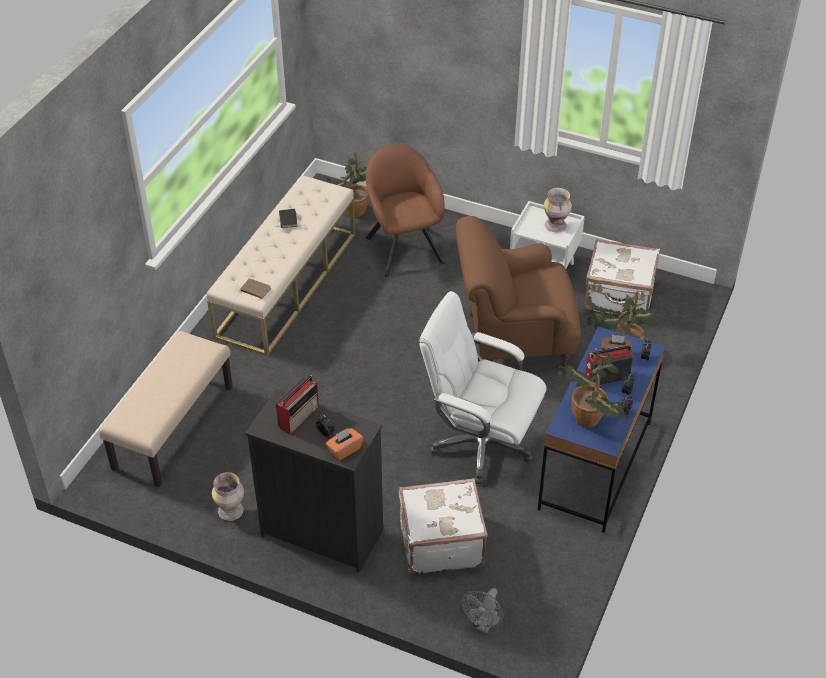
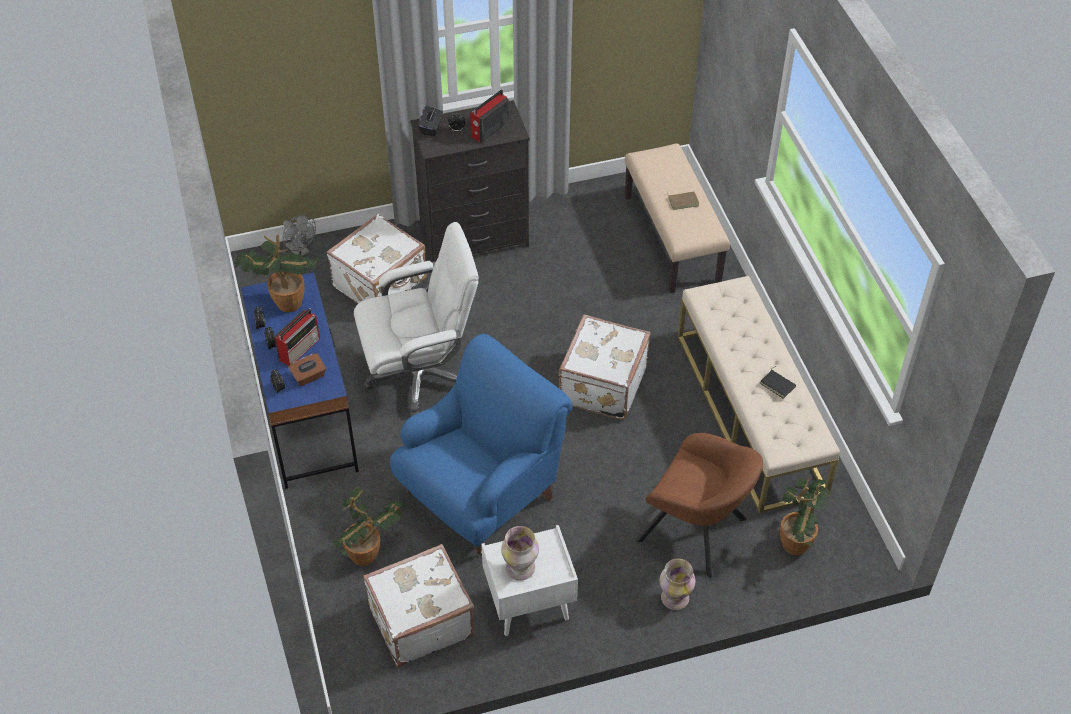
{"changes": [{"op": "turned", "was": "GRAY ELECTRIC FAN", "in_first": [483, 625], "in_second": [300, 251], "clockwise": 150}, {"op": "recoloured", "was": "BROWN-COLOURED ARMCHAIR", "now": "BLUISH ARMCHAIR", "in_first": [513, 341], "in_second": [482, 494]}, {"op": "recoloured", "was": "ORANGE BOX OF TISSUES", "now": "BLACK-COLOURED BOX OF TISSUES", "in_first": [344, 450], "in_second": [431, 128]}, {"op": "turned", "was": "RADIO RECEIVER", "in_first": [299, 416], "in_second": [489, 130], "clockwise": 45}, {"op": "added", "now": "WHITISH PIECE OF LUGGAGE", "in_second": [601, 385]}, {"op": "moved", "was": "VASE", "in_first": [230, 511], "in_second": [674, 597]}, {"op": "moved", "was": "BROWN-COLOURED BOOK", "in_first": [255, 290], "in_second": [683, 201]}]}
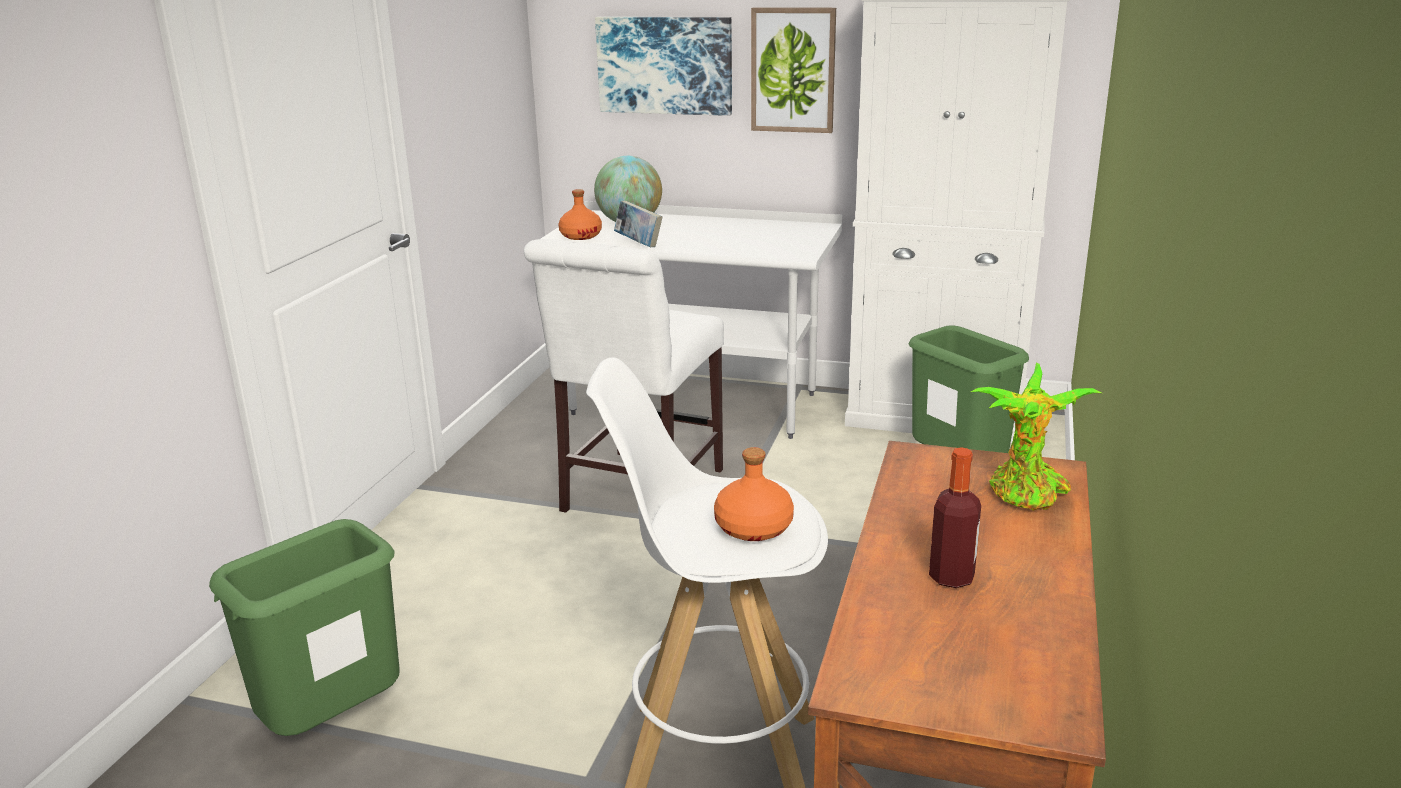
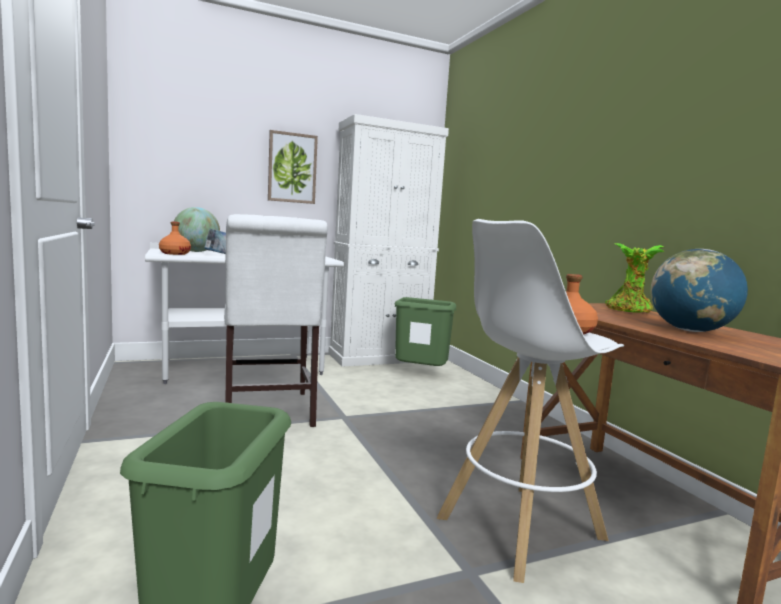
{"changes": [{"op": "replaced", "was": "BEVERAGE BOTTLE", "now": "GLOBE", "in_first": [951, 577], "in_second": [690, 331]}, {"op": "removed", "was": "WALL PICTURE", "in_first": [665, 65]}]}
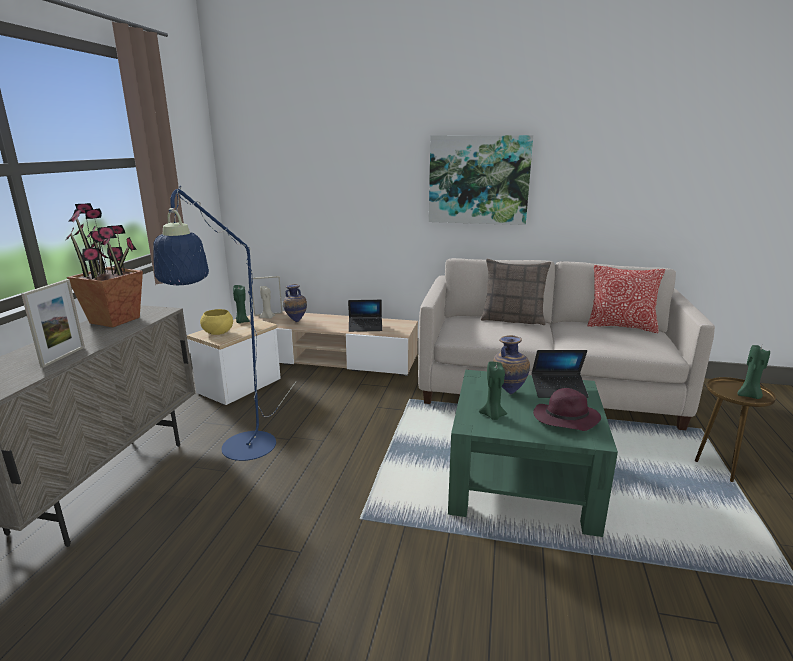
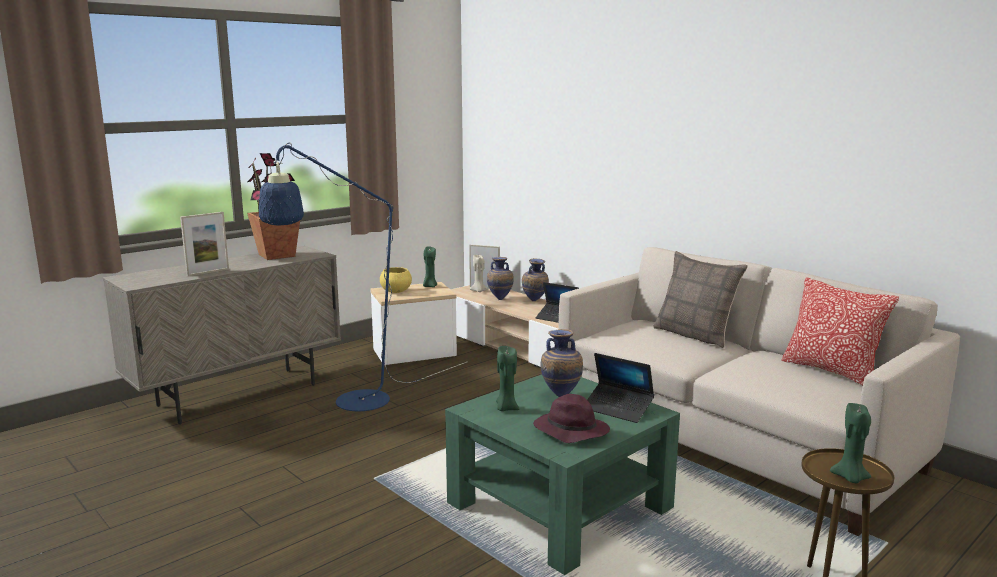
{"changes": [{"op": "added", "now": "VASE", "in_second": [534, 301]}, {"op": "removed", "was": "WALL PICTURE", "in_first": [478, 180]}]}
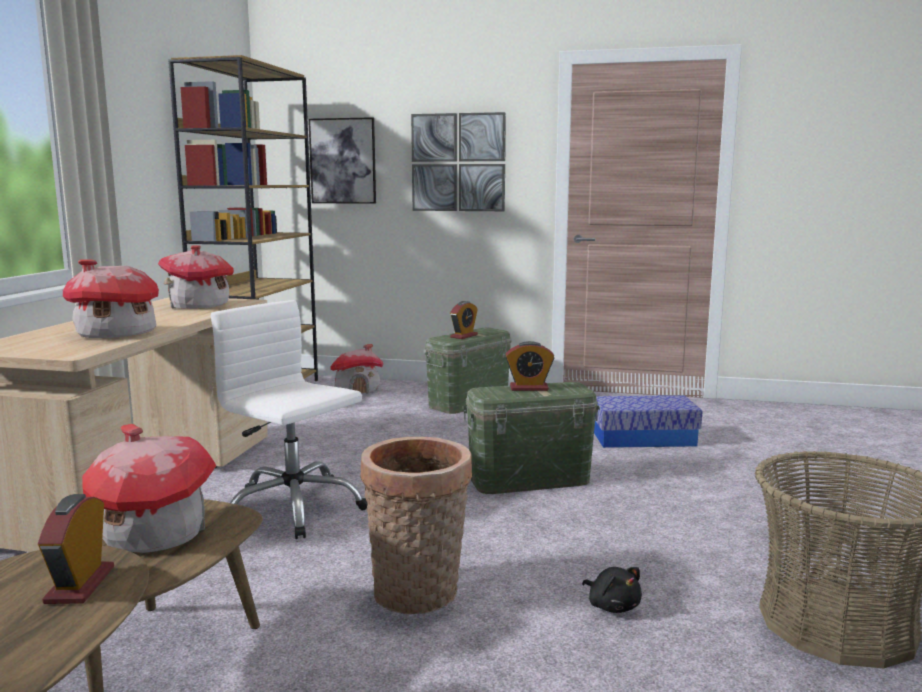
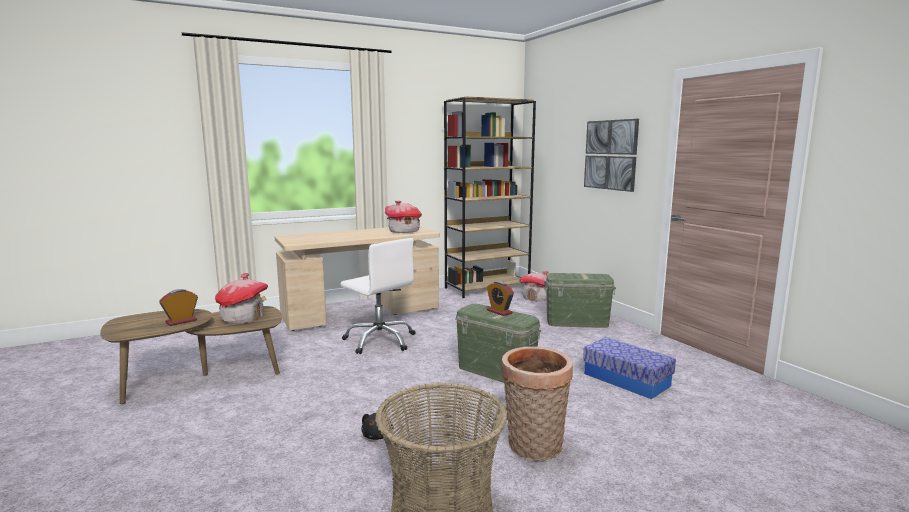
{"changes": [{"op": "turned", "was": "WHITISH COMPUTER CHAIR", "in_first": [293, 508], "in_second": [380, 340], "clockwise": 135}, {"op": "moved", "was": "BASKET", "in_first": [418, 595], "in_second": [533, 448]}, {"op": "removed", "was": "MINIATURE HOUSE", "in_first": [116, 334]}, {"op": "removed", "was": "WALL PICTURE", "in_first": [343, 161]}, {"op": "removed", "was": "ALARM CLOCK", "in_first": [464, 336]}]}
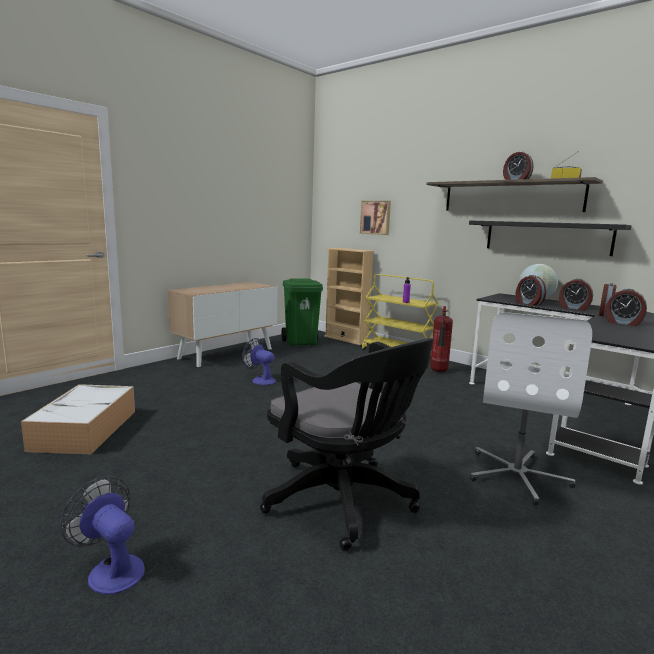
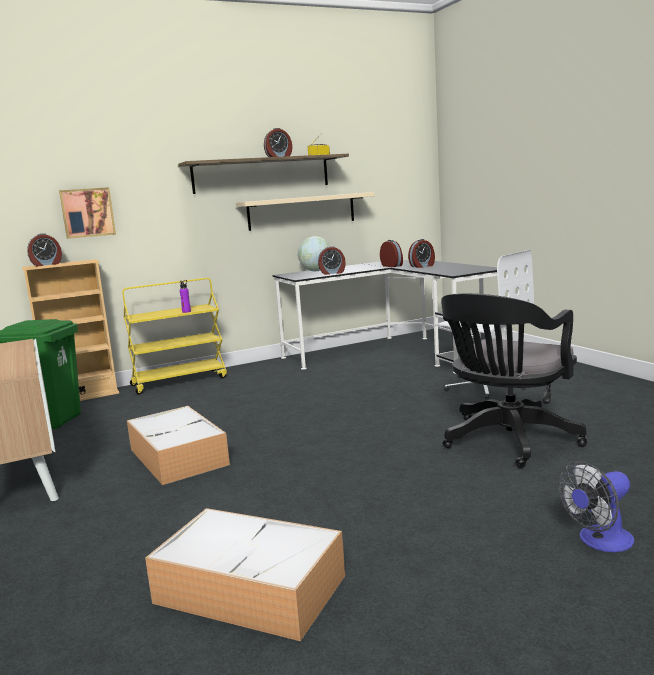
{"changes": [{"op": "moved", "was": "ALARM CLOCK", "in_first": [573, 308], "in_second": [46, 264]}, {"op": "replaced", "was": "ELECTRIC FAN", "now": "STORAGE BIN", "in_first": [260, 380], "in_second": [179, 457]}, {"op": "recoloured", "was": "BLACK-COLOURED BRACKET SHELF", "now": "BEIGE BRACKET SHELF", "in_first": [546, 237], "in_second": [302, 211]}, {"op": "turned", "was": "BLACK-COLOURED COMPUTER CHAIR", "in_first": [345, 502], "in_second": [507, 442], "clockwise": 150}, {"op": "removed", "was": "FIRE EXTINGUISHER", "in_first": [439, 372]}]}
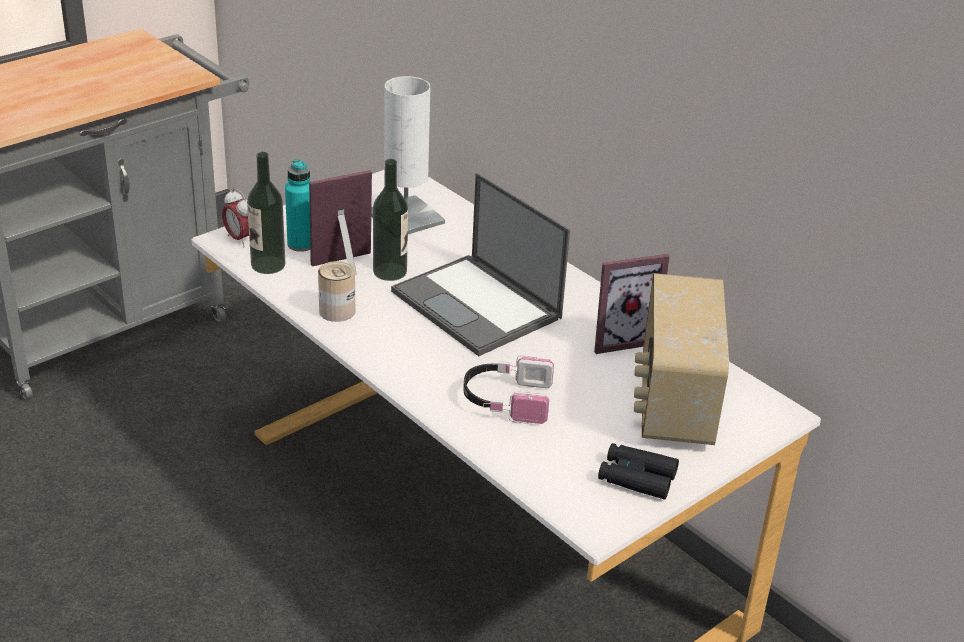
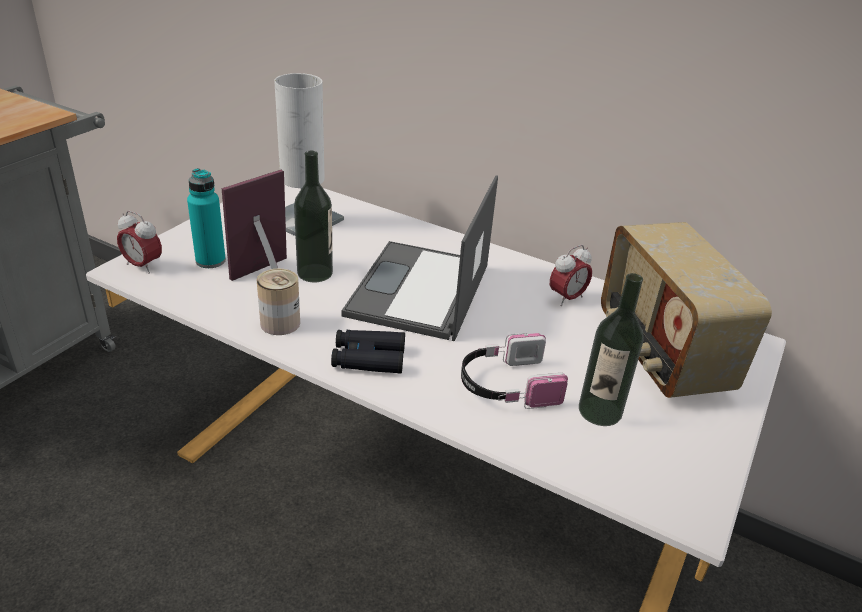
{"changes": [{"op": "moved", "was": "BLACK-COLOURED BINOCULARS", "in_first": [636, 478], "in_second": [368, 358]}, {"op": "turned", "was": "NOTEBOOK COMPUTER", "in_first": [478, 305], "in_second": [419, 291], "clockwise": 75}, {"op": "replaced", "was": "PICTURE FRAME", "now": "ALARM CLOCK", "in_first": [619, 338], "in_second": [566, 298]}, {"op": "moved", "was": "BEVERAGE BOTTLE", "in_first": [268, 265], "in_second": [600, 411]}]}
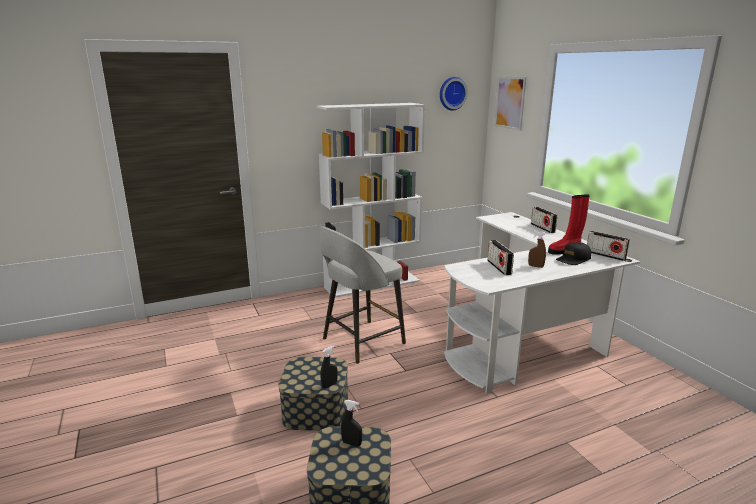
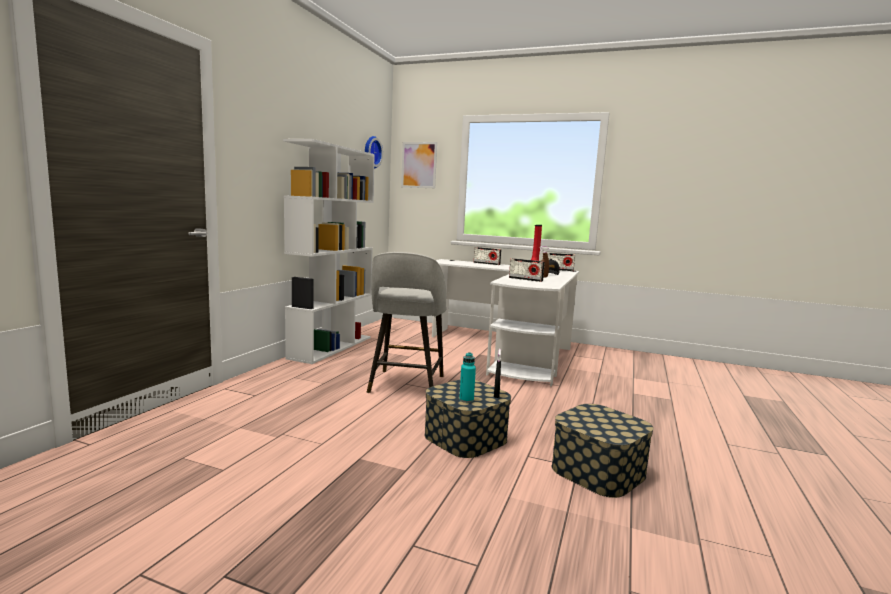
{"changes": [{"op": "added", "now": "TURQUOISE BEVERAGE BOTTLE", "in_second": [466, 400]}, {"op": "removed", "was": "BLACK-COLOURED HAND SPRAYER", "in_first": [351, 443]}]}
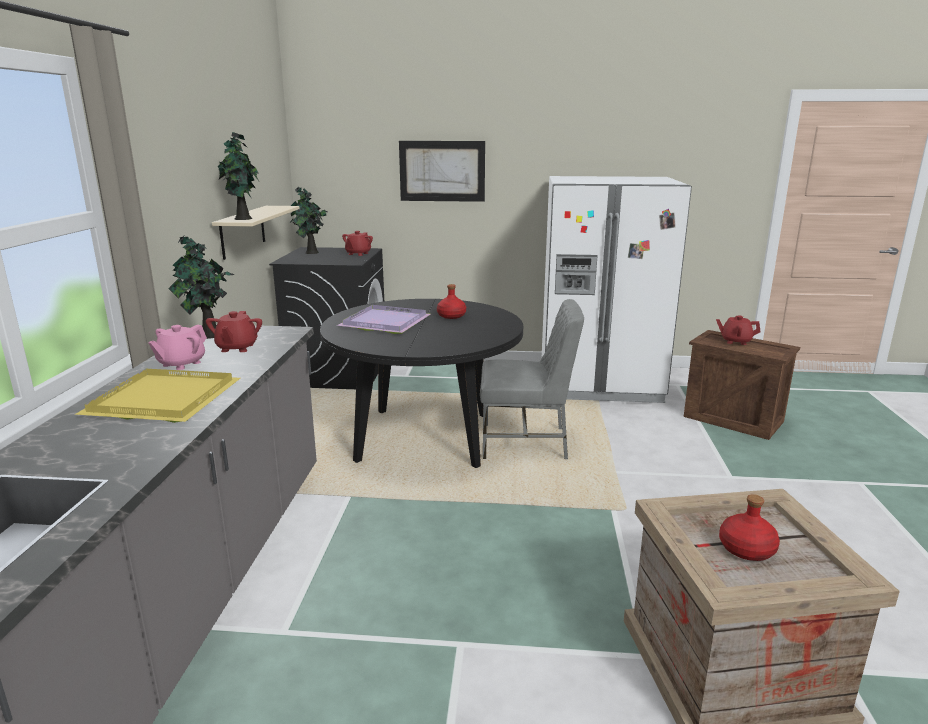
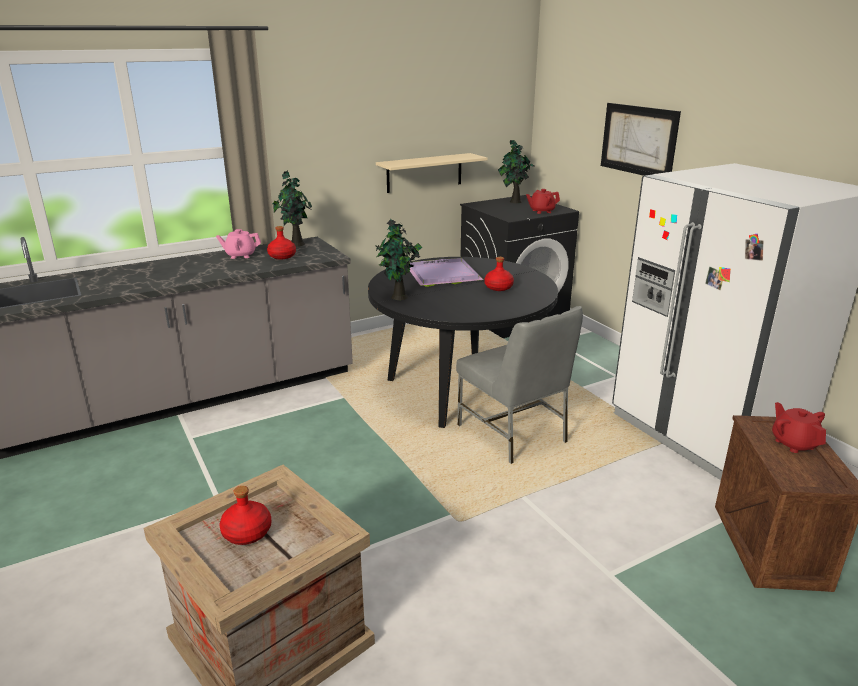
{"changes": [{"op": "replaced", "was": "RED-COLOURED TEA POT", "now": "RED-COLOURED BEVERAGE BOTTLE", "in_first": [237, 348], "in_second": [282, 256]}, {"op": "moved", "was": "POTTED PLANT", "in_first": [244, 219], "in_second": [399, 297]}, {"op": "removed", "was": "YELLOWISH SERVING TRAY", "in_first": [165, 400]}]}
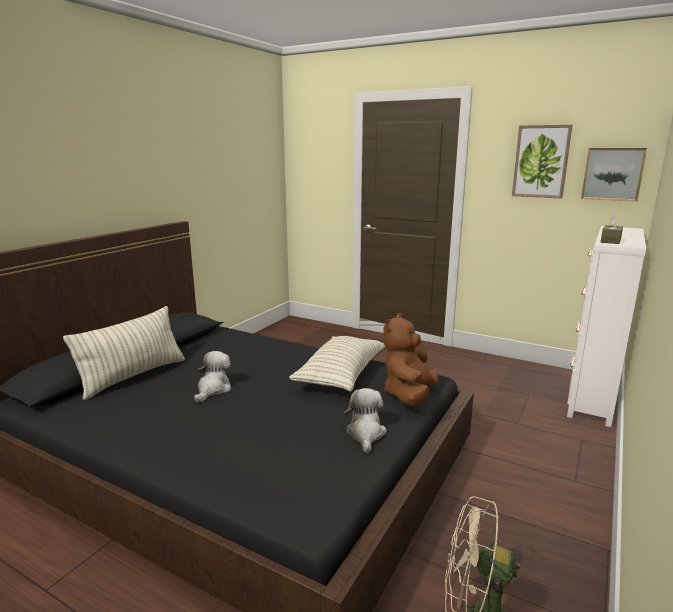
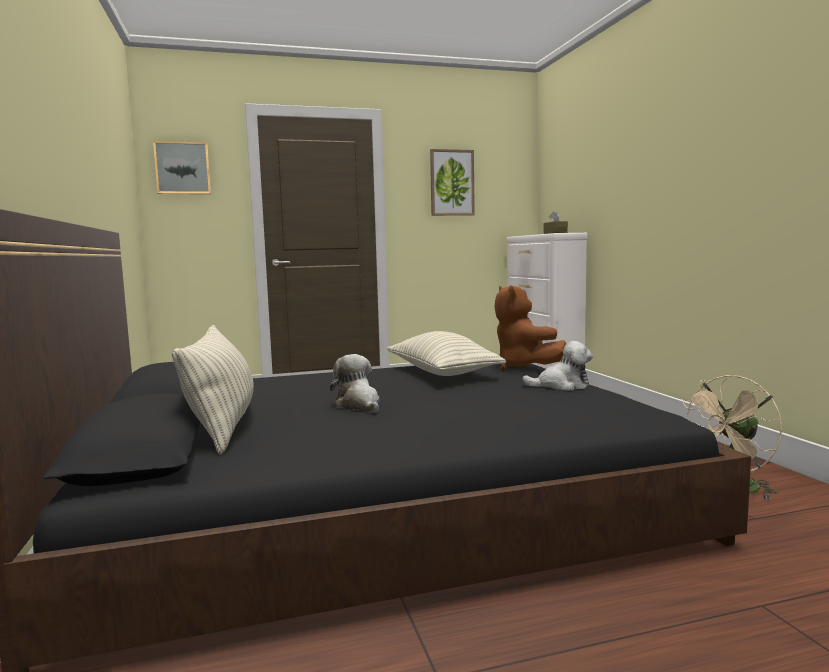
{"changes": [{"op": "moved", "was": "WALL PICTURE", "in_first": [612, 174], "in_second": [182, 168]}, {"op": "turned", "was": "CUDDLY TOY", "in_first": [365, 434], "in_second": [561, 386], "clockwise": 135}]}
